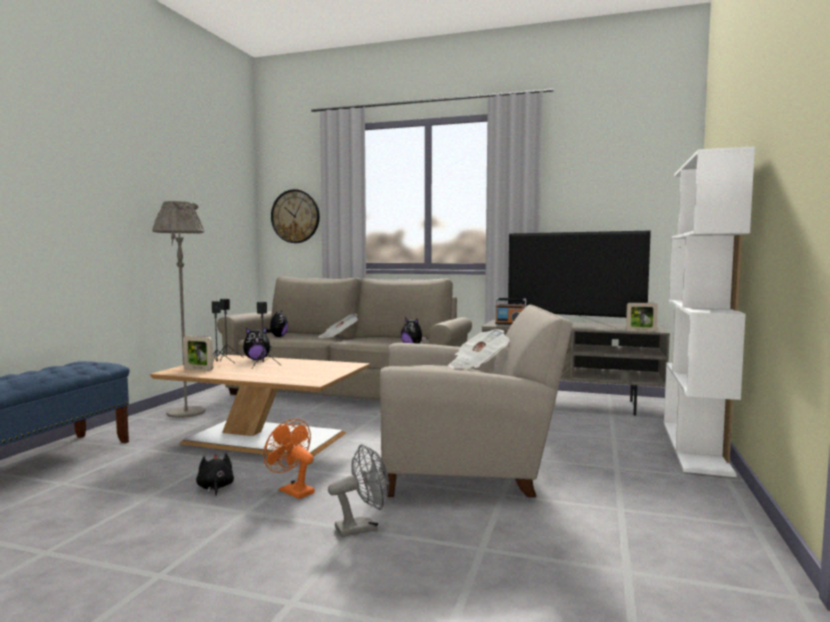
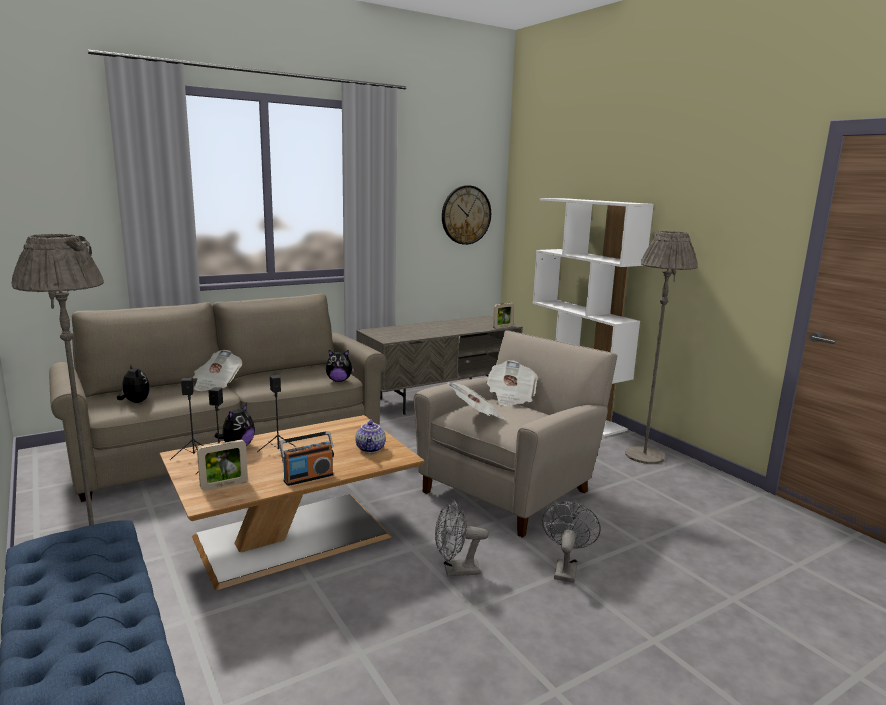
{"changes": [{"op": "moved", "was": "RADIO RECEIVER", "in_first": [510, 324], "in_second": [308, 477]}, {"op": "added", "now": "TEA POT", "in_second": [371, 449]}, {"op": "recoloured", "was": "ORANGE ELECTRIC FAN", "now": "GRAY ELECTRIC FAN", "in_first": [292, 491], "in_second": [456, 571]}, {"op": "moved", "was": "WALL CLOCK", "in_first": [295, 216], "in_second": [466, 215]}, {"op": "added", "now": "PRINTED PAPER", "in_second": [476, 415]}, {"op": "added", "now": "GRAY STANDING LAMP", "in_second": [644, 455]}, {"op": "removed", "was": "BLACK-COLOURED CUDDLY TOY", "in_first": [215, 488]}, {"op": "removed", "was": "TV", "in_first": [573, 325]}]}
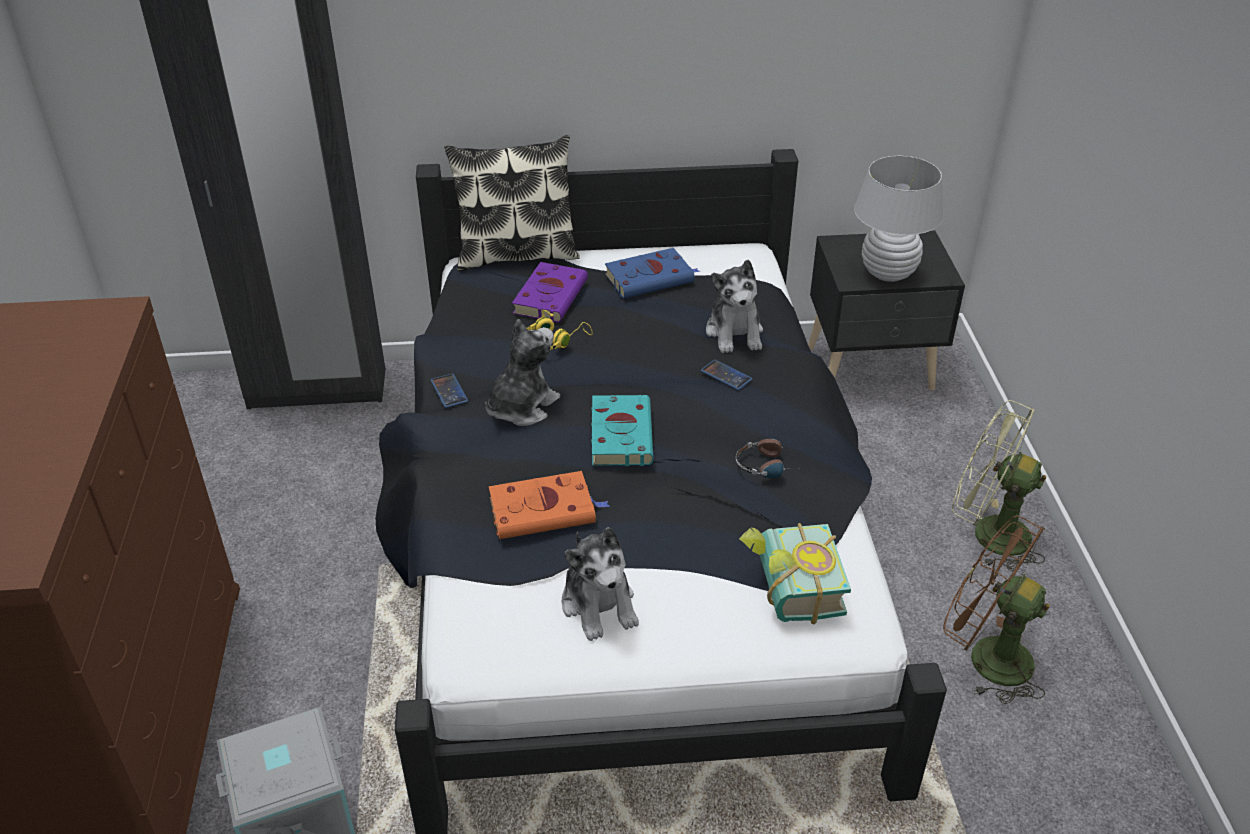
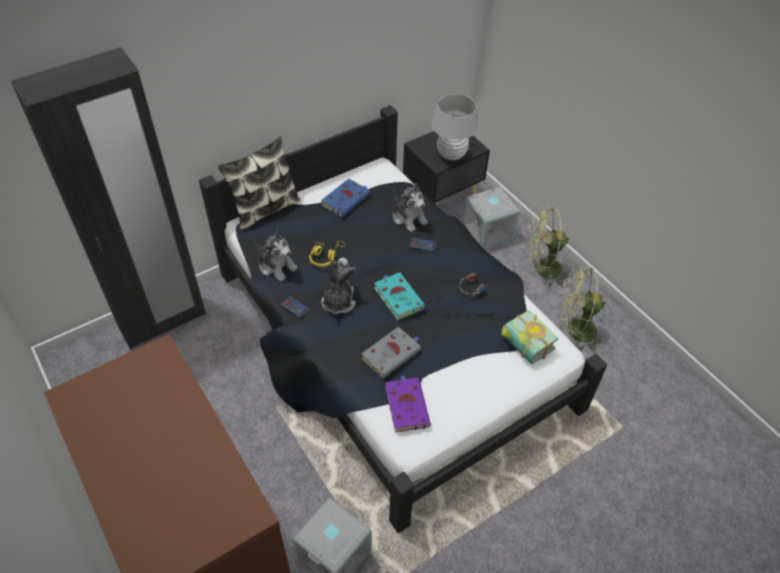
{"changes": [{"op": "moved", "was": "CUDDLY TOY", "in_first": [599, 604], "in_second": [277, 266]}, {"op": "recoloured", "was": "ORANGE BOOK", "now": "GRAY BOOK", "in_first": [545, 510], "in_second": [392, 353]}, {"op": "moved", "was": "PURPLE-COLOURED BOOK", "in_first": [551, 296], "in_second": [406, 405]}, {"op": "added", "now": "GRAY STORAGE BIN", "in_second": [488, 231]}, {"op": "recoloured", "was": "BROWN-COLOURED ELECTRIC FAN", "now": "GREENISH ELECTRIC FAN", "in_first": [986, 657], "in_second": [574, 331]}]}
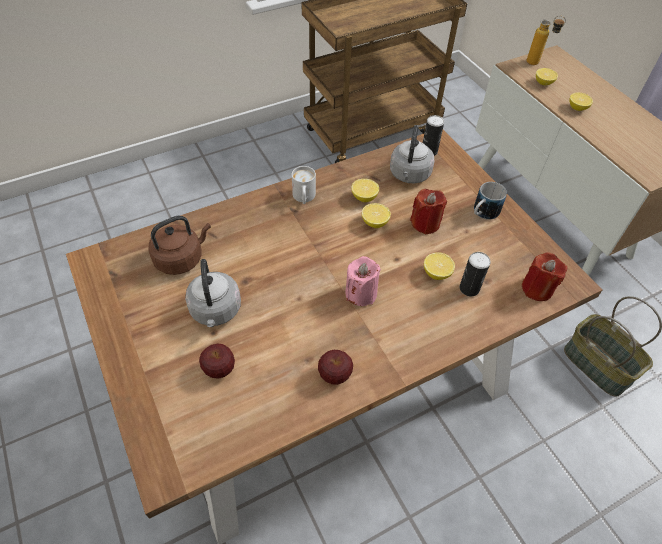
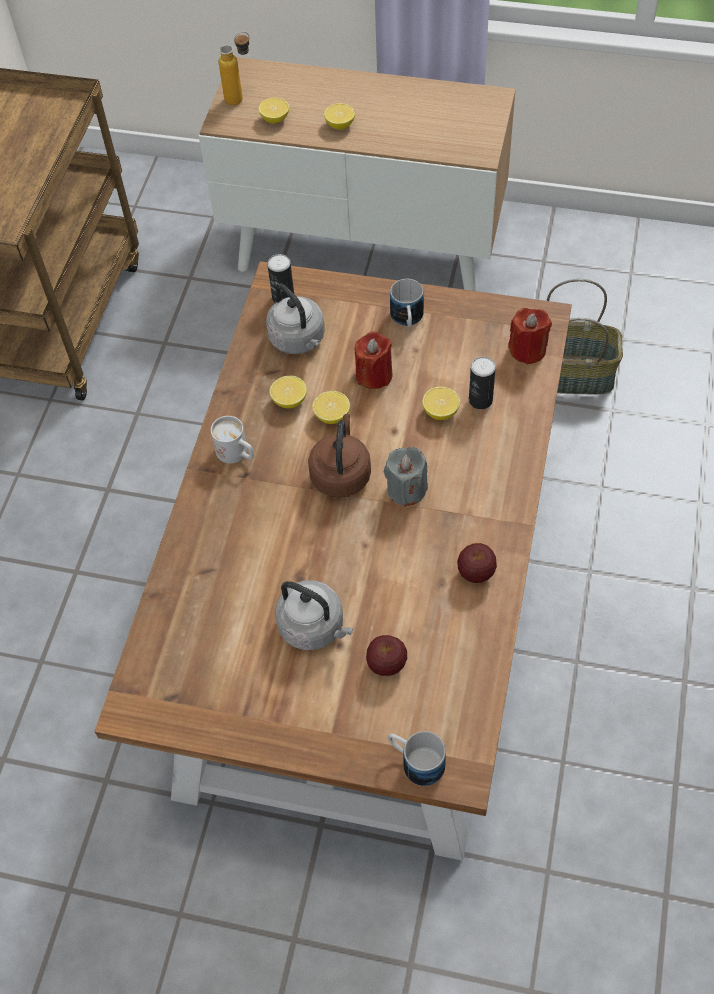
{"changes": [{"op": "moved", "was": "BROWN-COLOURED KETTLE", "in_first": [181, 258], "in_second": [341, 474]}, {"op": "recoloured", "was": "PINKISH CANDLE", "now": "GRAY CANDLE", "in_first": [361, 293], "in_second": [406, 489]}, {"op": "added", "now": "TEA MUG", "in_second": [415, 761]}]}
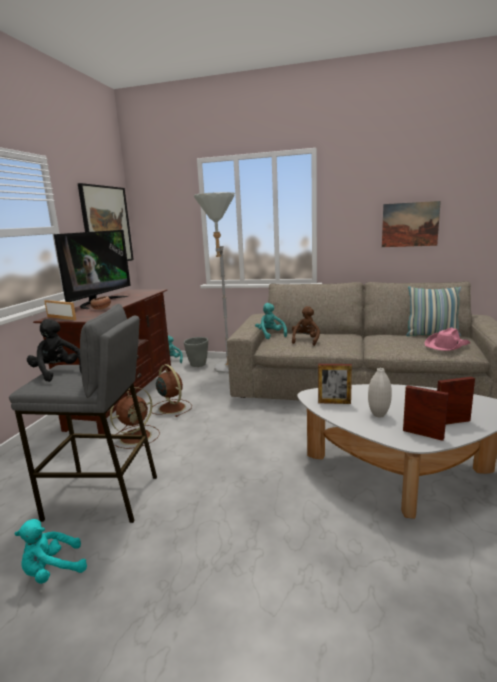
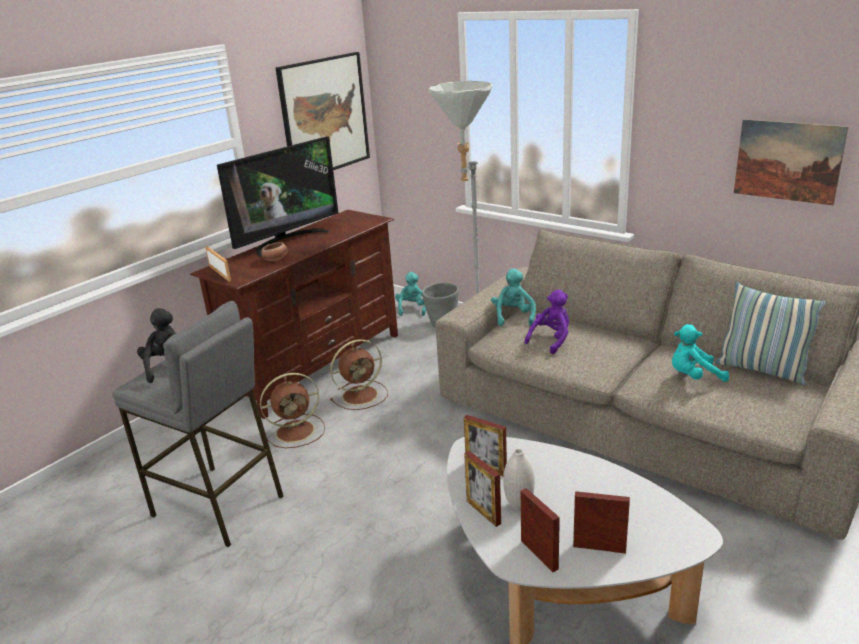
{"changes": [{"op": "turned", "was": "BROWN-COLOURED ELECTRIC FAN", "in_first": [171, 407], "in_second": [361, 395], "clockwise": 75}, {"op": "added", "now": "PICTURE FRAME", "in_second": [483, 512]}, {"op": "recoloured", "was": "BROWN-COLOURED CUDDLY TOY", "now": "PURPLE-COLOURED CUDDLY TOY", "in_first": [306, 340], "in_second": [551, 340]}, {"op": "moved", "was": "TURQUOISE CUDDLY TOY", "in_first": [53, 571], "in_second": [693, 376]}, {"op": "removed", "was": "PINKISH CLOTHING HAT", "in_first": [447, 345]}]}
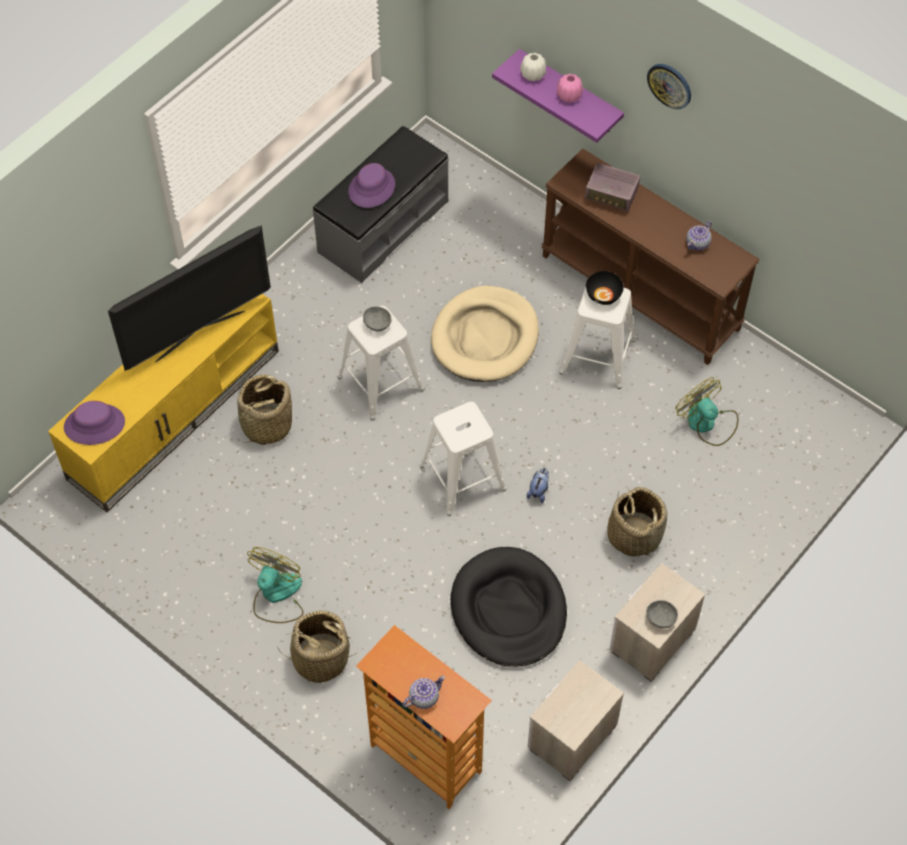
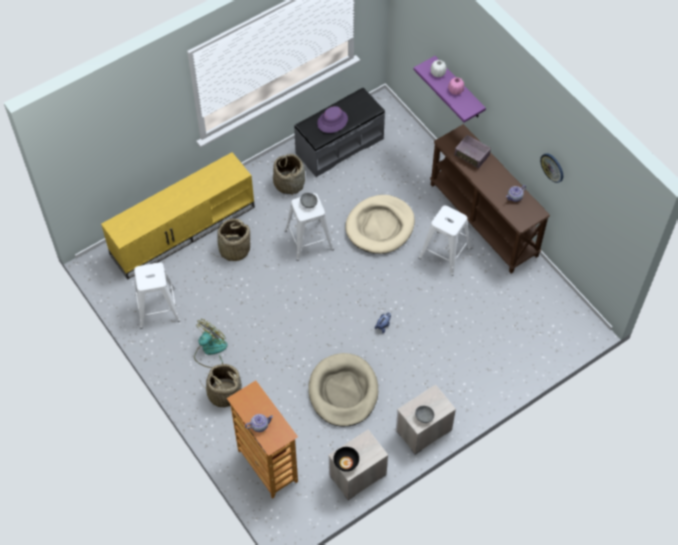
{"changes": [{"op": "moved", "was": "WHITISH STOOL", "in_first": [462, 478], "in_second": [157, 308]}, {"op": "moved", "was": "BASKET", "in_first": [634, 534], "in_second": [289, 183]}, {"op": "recoloured", "was": "BLACK-COLOURED PET BED", "now": "BEIGE PET BED", "in_first": [508, 610], "in_second": [343, 391]}, {"op": "moved", "was": "BLACK-COLOURED SERVING BOWL", "in_first": [603, 295], "in_second": [346, 462]}, {"op": "moved", "was": "WALL CLOCK", "in_first": [670, 85], "in_second": [552, 167]}, {"op": "removed", "was": "PURPLE-COLOURED CLOTHING HAT", "in_first": [94, 424]}, {"op": "removed", "was": "TV", "in_first": [199, 335]}, {"op": "removed", "was": "ELECTRIC FAN", "in_first": [707, 423]}]}
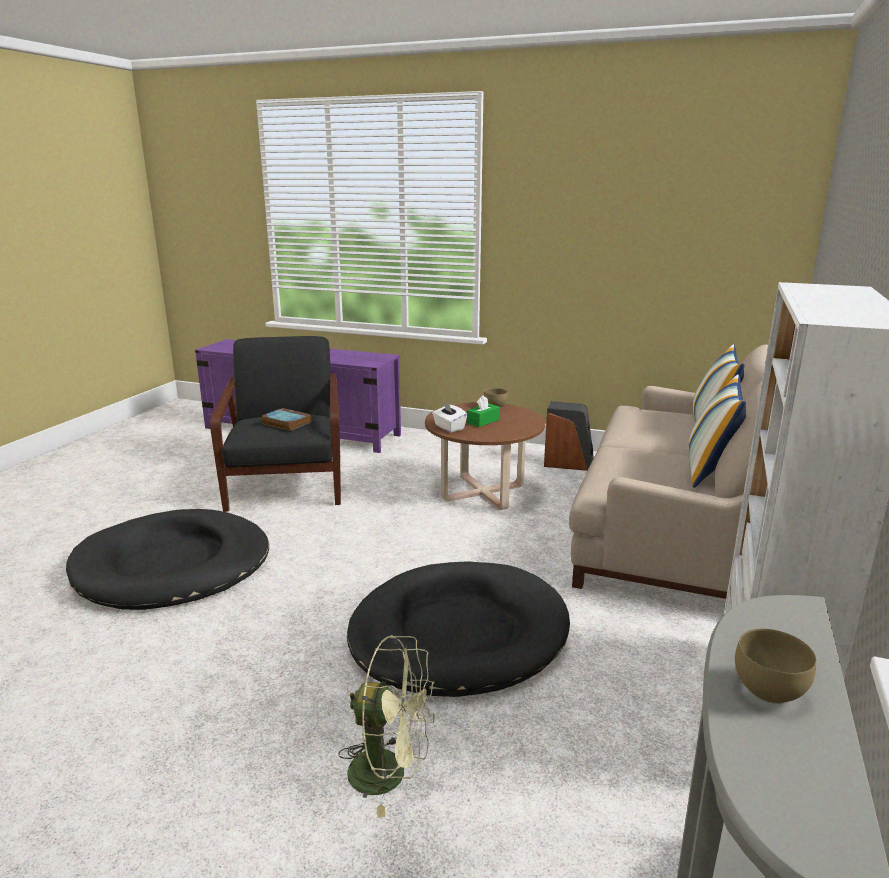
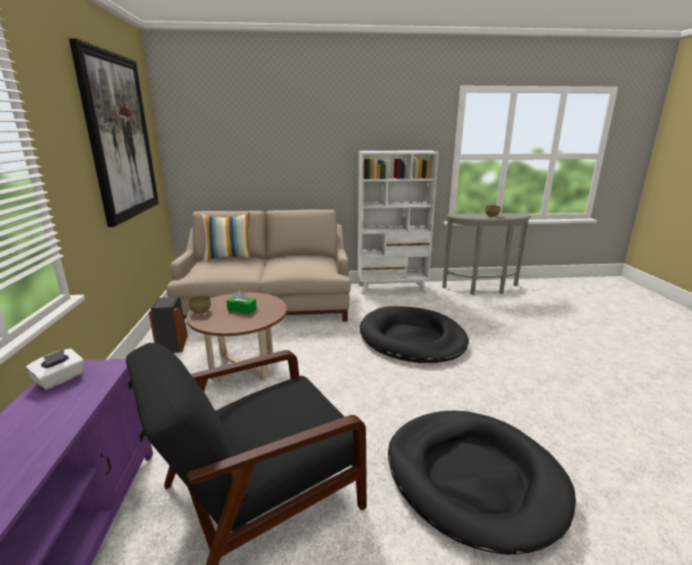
{"changes": [{"op": "moved", "was": "WHITISH BOX OF TISSUES", "in_first": [449, 427], "in_second": [60, 379]}, {"op": "added", "now": "WALL PICTURE", "in_second": [119, 137]}, {"op": "removed", "was": "BOOK", "in_first": [285, 423]}, {"op": "removed", "was": "GREENISH ELECTRIC FAN", "in_first": [390, 773]}, {"op": "removed", "was": "PILLOW", "in_first": [710, 471]}]}
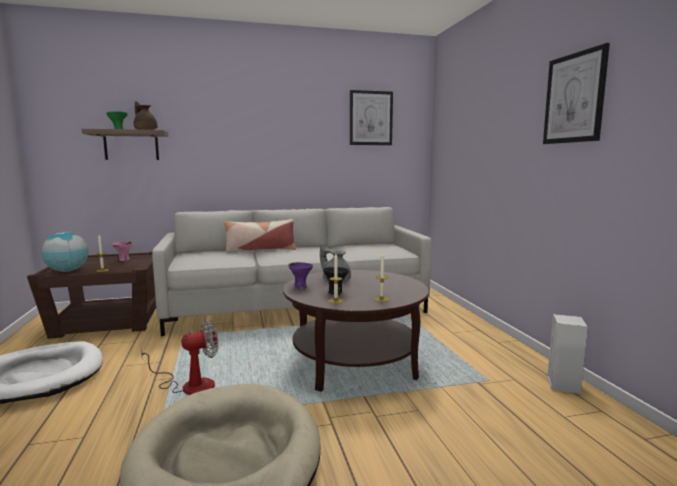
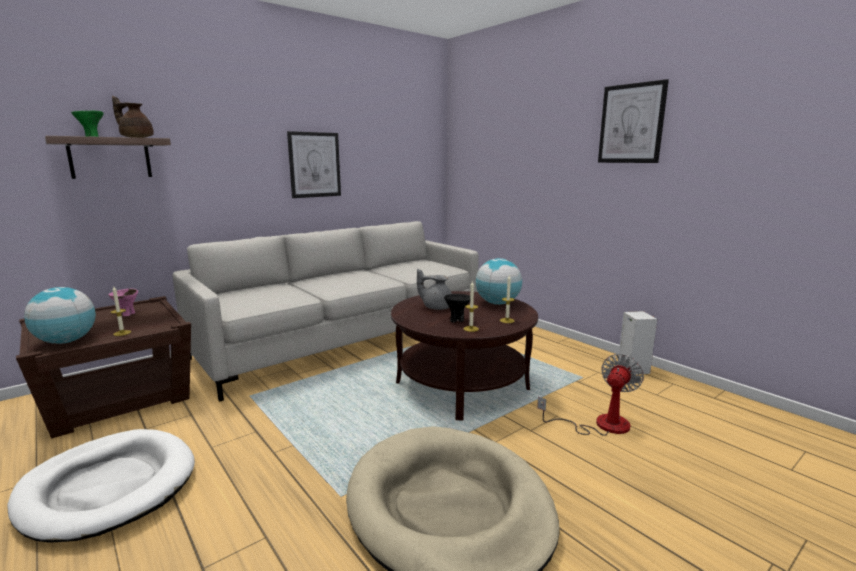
{"changes": [{"op": "moved", "was": "WALL PICTURE", "in_first": [371, 118], "in_second": [314, 165]}, {"op": "added", "now": "GLOBE", "in_second": [497, 303]}, {"op": "moved", "was": "ELECTRIC FAN", "in_first": [189, 385], "in_second": [600, 425]}, {"op": "removed", "was": "PILLOW", "in_first": [260, 250]}, {"op": "removed", "was": "PURPLE-COLOURED SERVING BOWL", "in_first": [300, 287]}]}
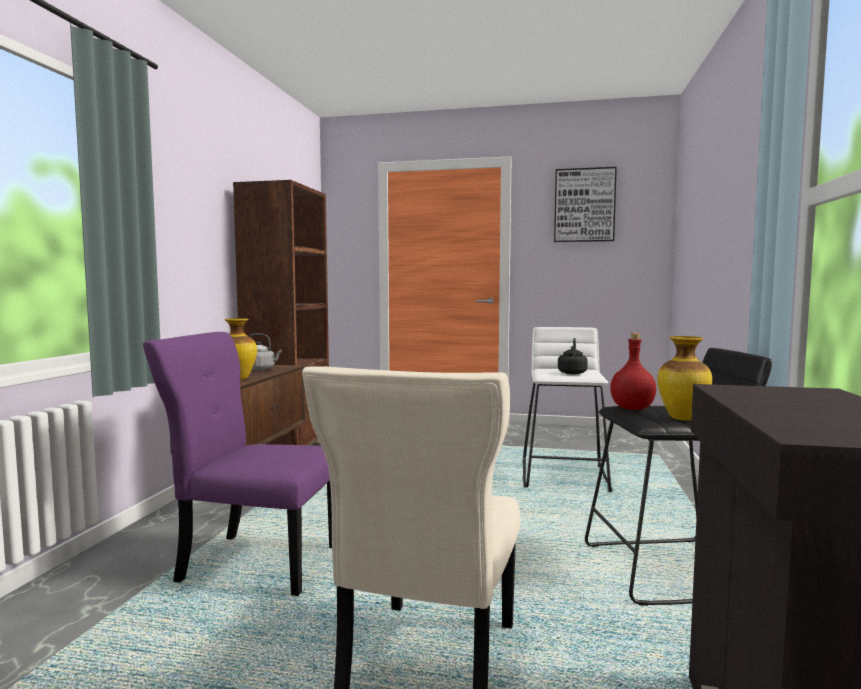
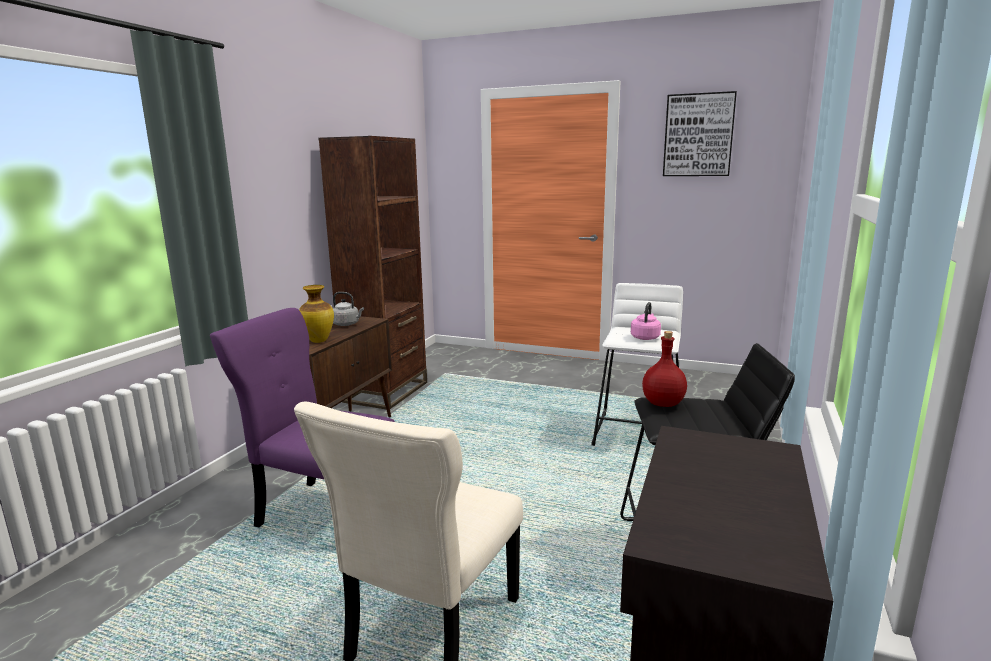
{"changes": [{"op": "recoloured", "was": "BLACK-COLOURED KETTLE", "now": "PINKISH KETTLE", "in_first": [572, 373], "in_second": [645, 337]}, {"op": "removed", "was": "VASE", "in_first": [683, 419]}]}
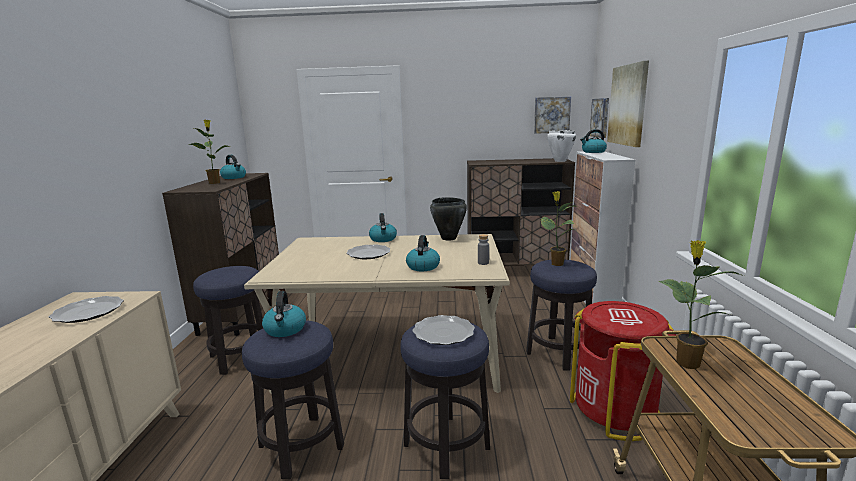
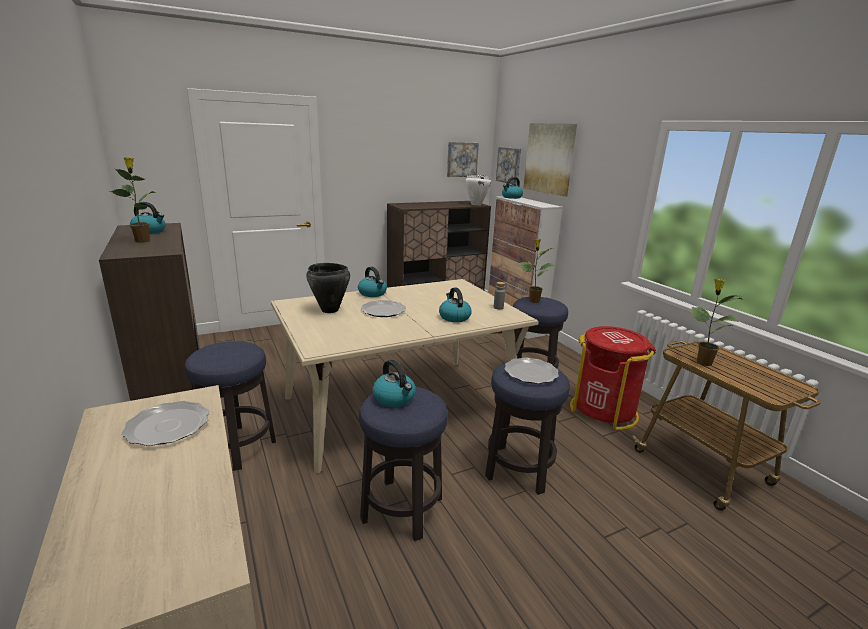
{"changes": [{"op": "moved", "was": "BLACK-COLOURED STOCKPOT", "in_first": [448, 238], "in_second": [330, 310]}]}
